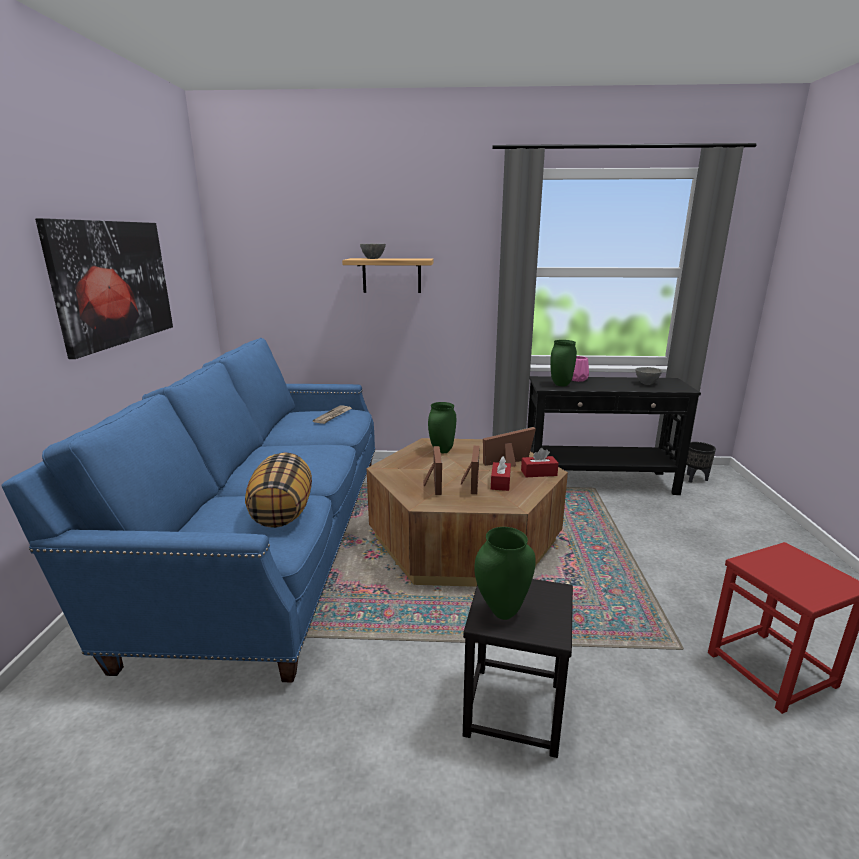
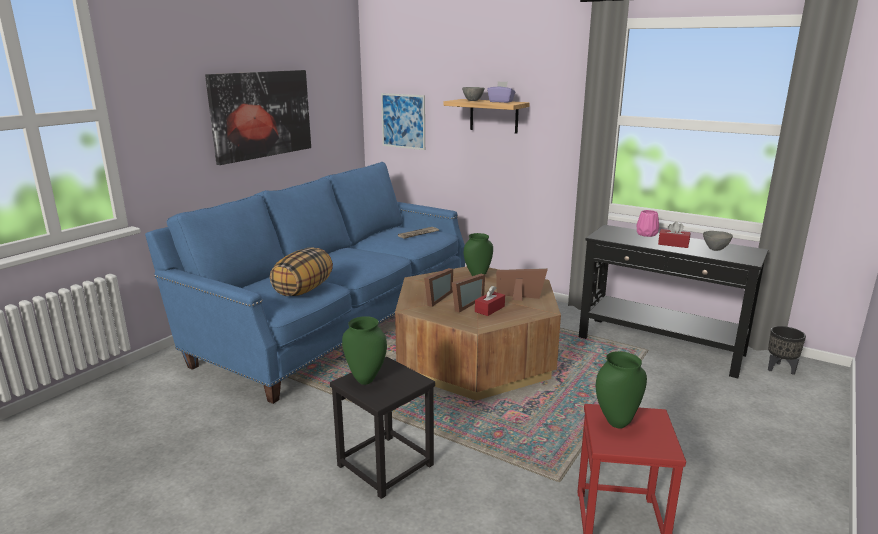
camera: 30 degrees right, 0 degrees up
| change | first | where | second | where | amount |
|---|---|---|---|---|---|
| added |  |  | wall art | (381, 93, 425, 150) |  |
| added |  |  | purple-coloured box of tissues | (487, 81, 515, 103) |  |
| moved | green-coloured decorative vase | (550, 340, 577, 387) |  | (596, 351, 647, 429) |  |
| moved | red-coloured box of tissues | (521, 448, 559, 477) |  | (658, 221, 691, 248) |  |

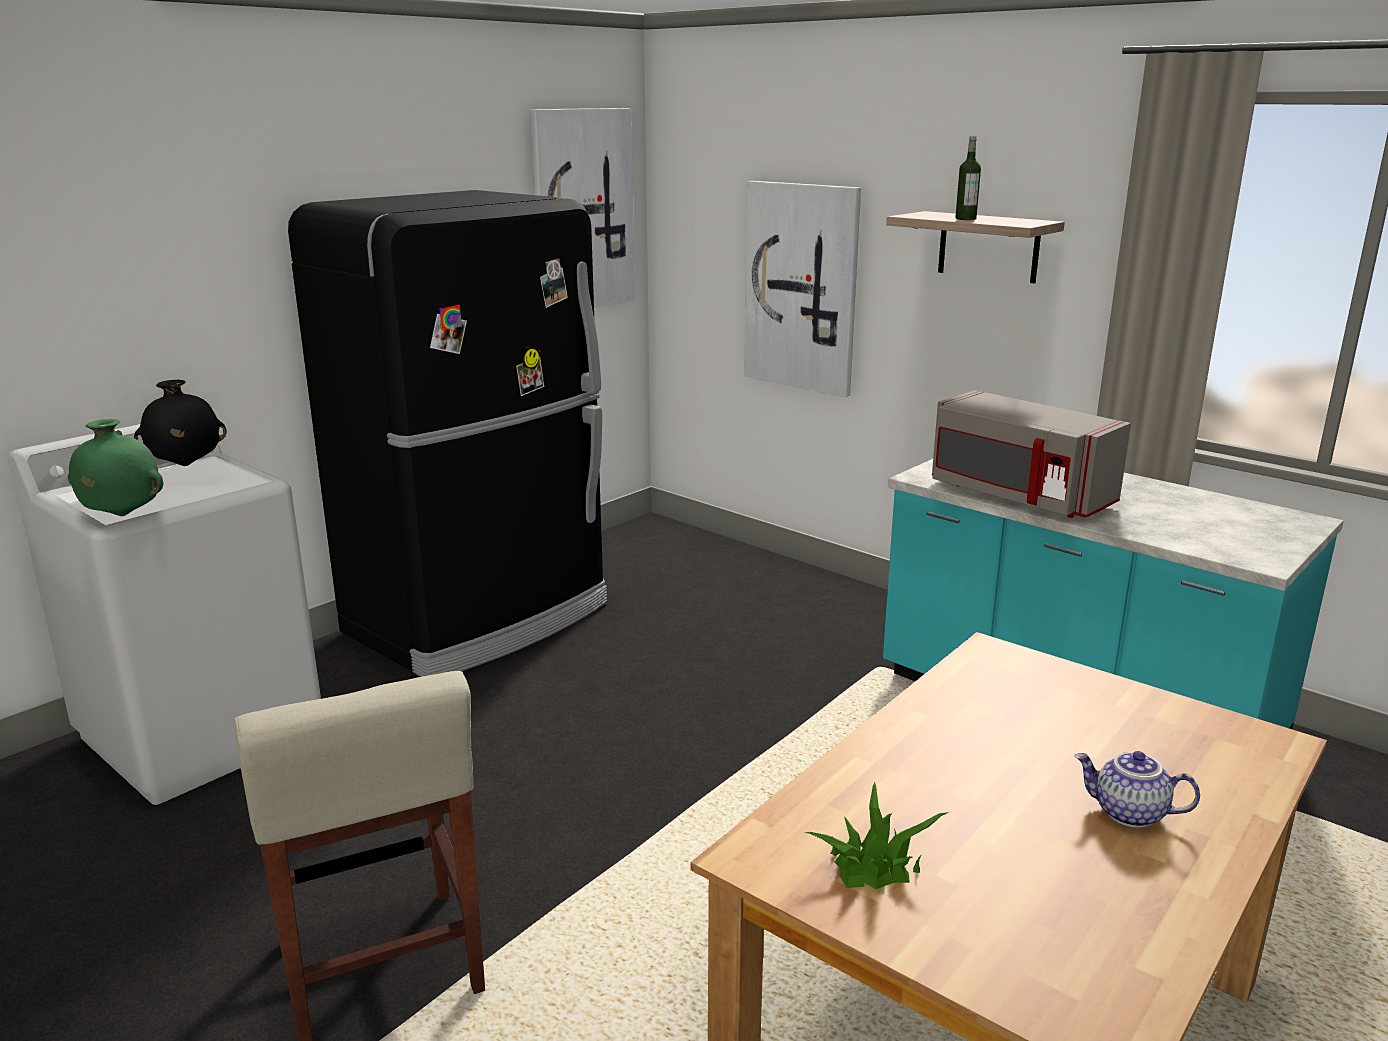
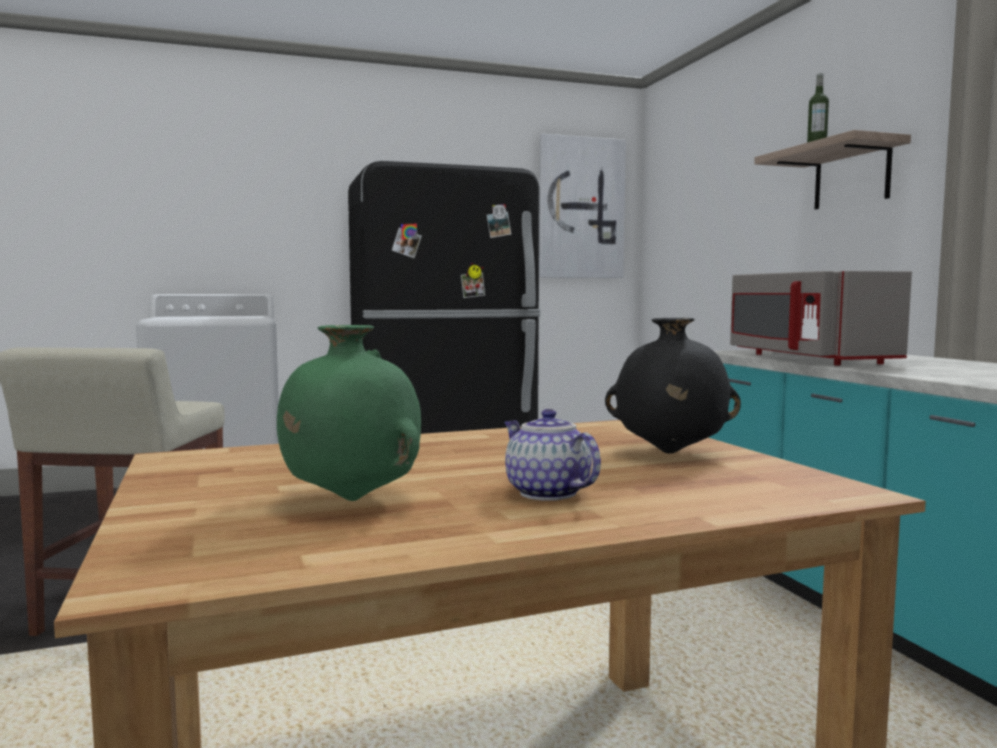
camera: 30 degrees right, 15 degrees down
| change | first | where | second | where | amount |
|---|---|---|---|---|---|
| moved | green-coloured decorative vase | (68, 419, 163, 516) |  | (277, 325, 421, 501) |  |
| moved | black decorative vase | (134, 380, 226, 466) |  | (605, 318, 741, 454) |  |
| removed | wall art | (744, 181, 861, 397) |  |  |  |
| removed | houseplant | (805, 782, 949, 889) |  |  |  |

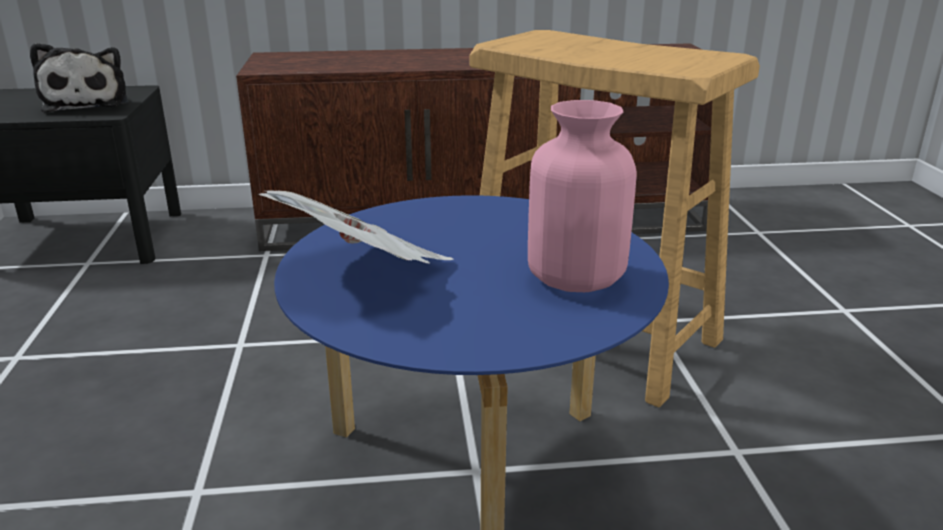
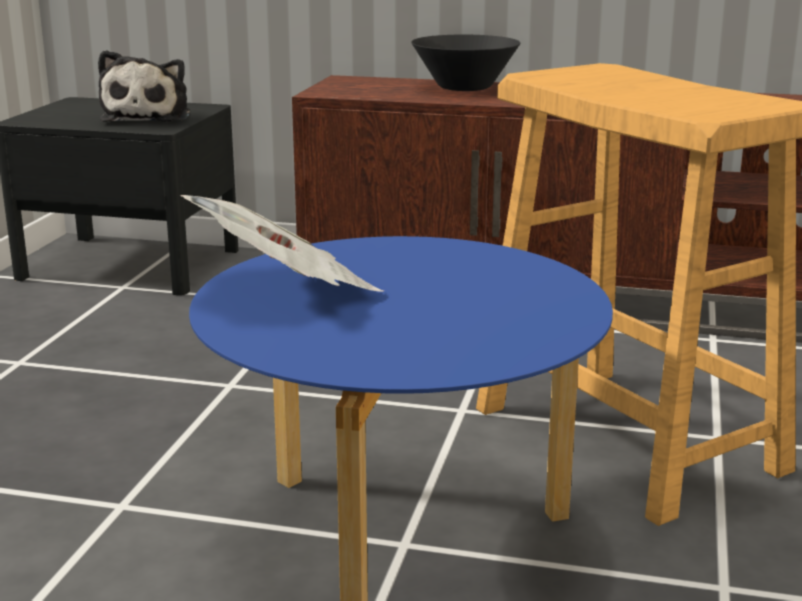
camera: 20 degrees right, 5 degrees down
| change | first | where | second | where | amount |
|---|---|---|---|---|---|
| added |  |  | black deep dish | (411, 35, 521, 91) |  |
| removed | pinkish decorative vase | (528, 100, 637, 292) |  |  |  |

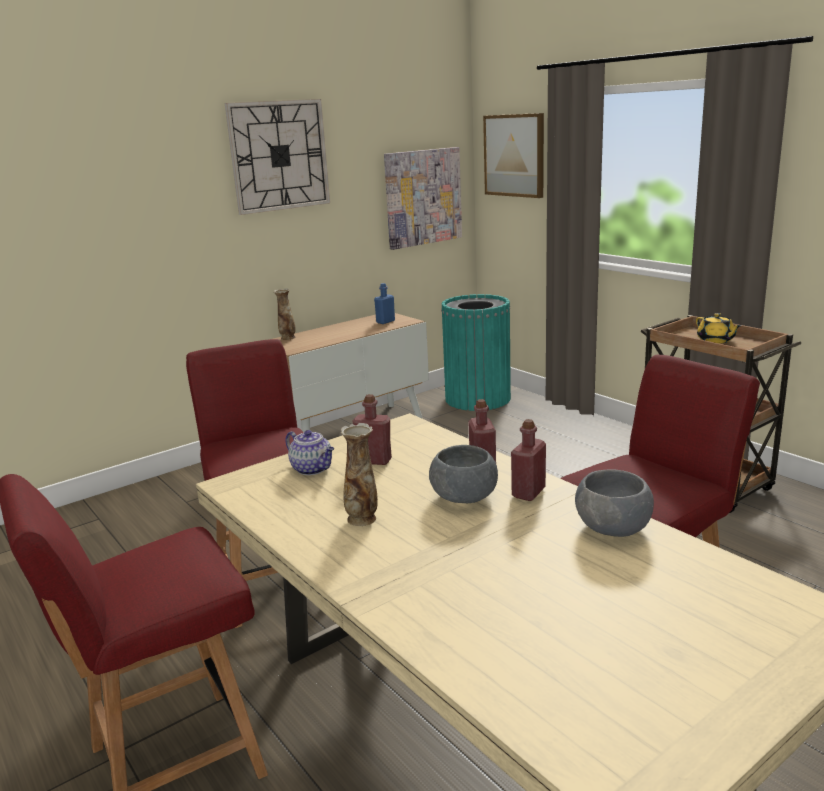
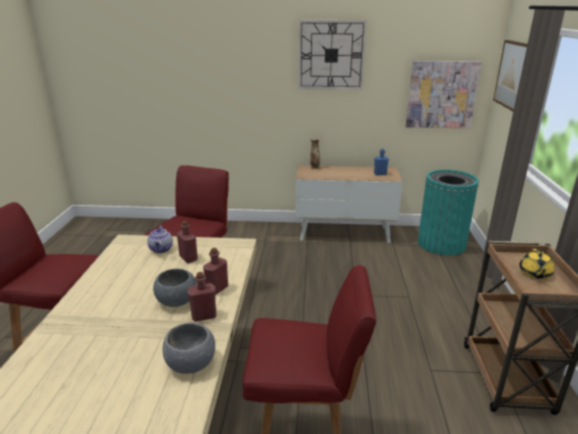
camera: 40 degrees right, 5 degrees up
| change | first | where | second | where | amount |
|---|---|---|---|---|---|
| removed | decorative vase | (341, 423, 378, 526) |  |  |  |

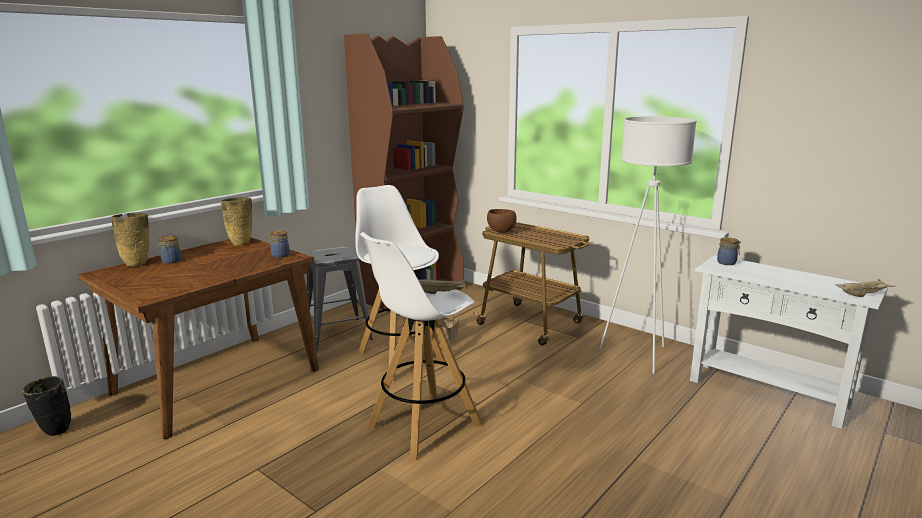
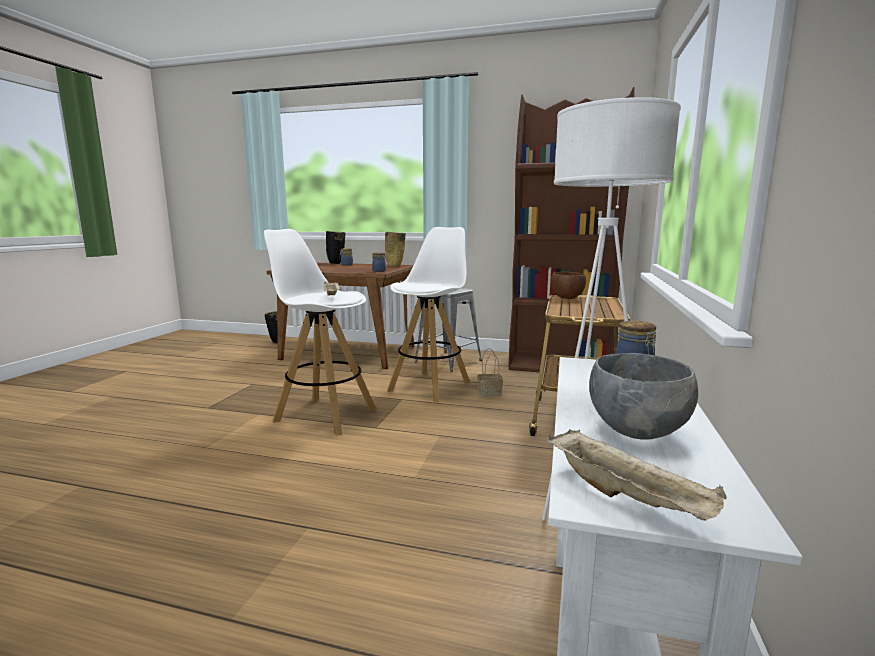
camera: 65 degrees right, 5 degrees down
| change | first | where | second | where | amount |
|---|---|---|---|---|---|
| recoloured | beige decorative vase | (112, 212, 149, 267) | black decorative vase | (326, 231, 346, 264) |  |
| added |  |  | gray deep dish | (589, 353, 698, 440) |  |

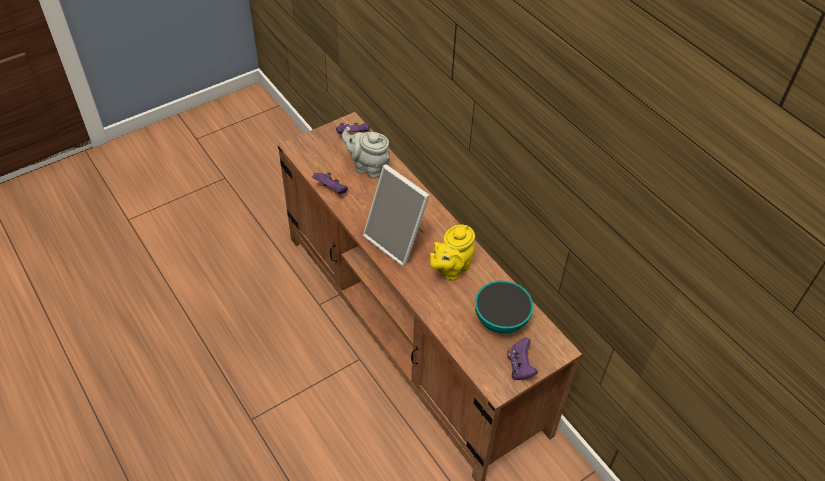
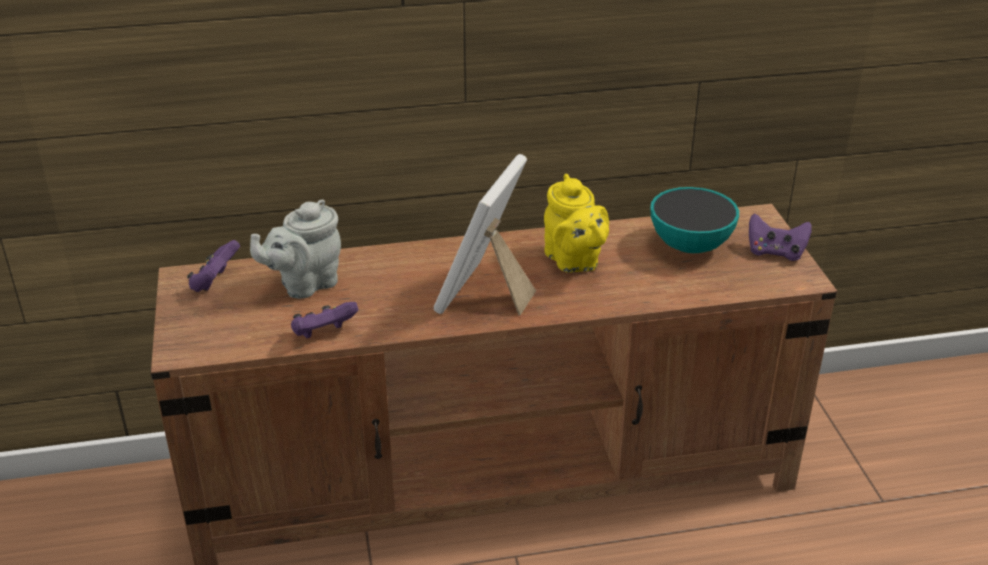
camera: 65 degrees left, 15 degrees down
| change | first | where | second | where | amount |
|---|---|---|---|---|---|
| turned | photo frame | (363, 165, 430, 267) |  | (434, 154, 536, 316) | 135 degrees clockwise |

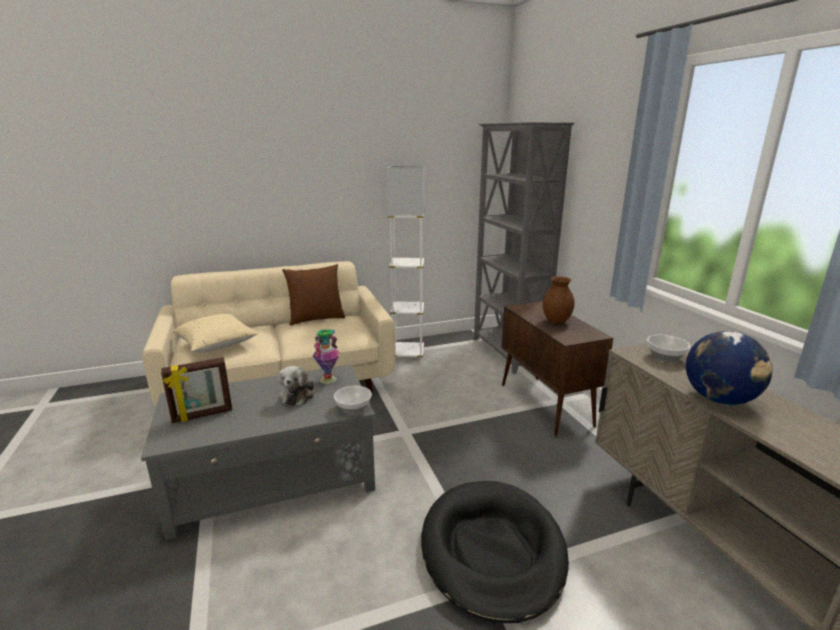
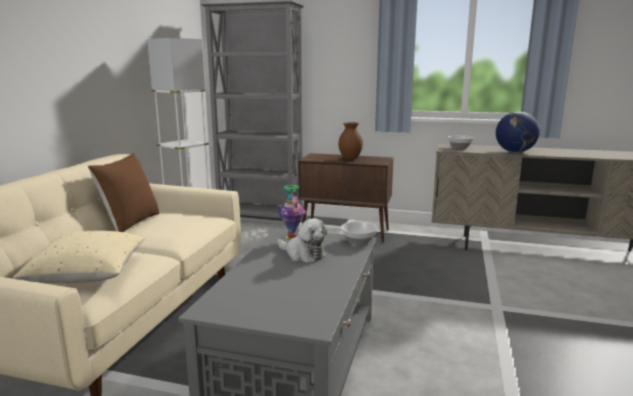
camera: 55 degrees left, 5 degrees down
| change | first | where | second | where | amount |
|---|---|---|---|---|---|
| removed | photo frame | (161, 357, 232, 423) |  |  |  |
| removed | black dog cushion | (421, 481, 569, 624) |  |  |  |

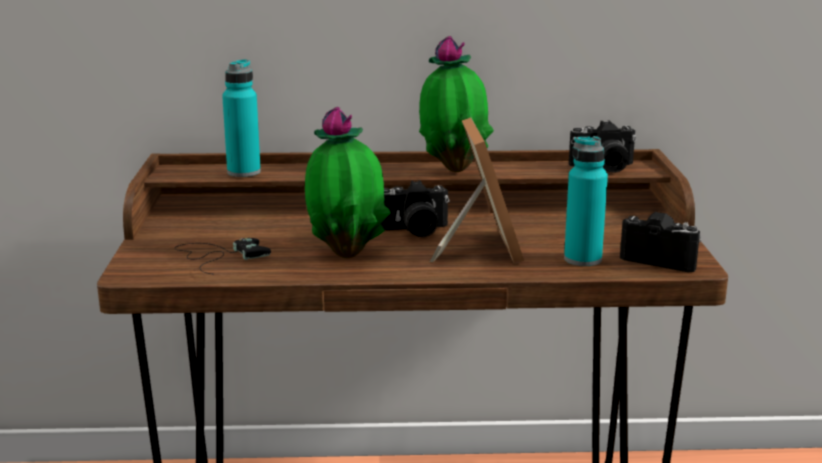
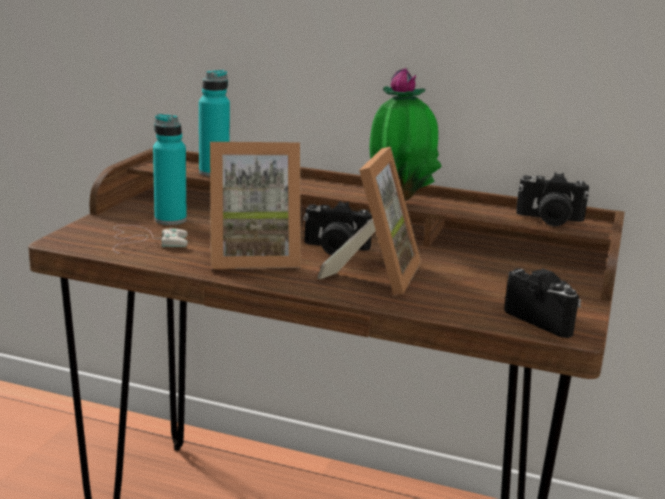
camera: 20 degrees right, 0 degrees up
| change | first | where | second | where | amount |
|---|---|---|---|---|---|
| recoloured | black joypad | (175, 238, 271, 275) | white joypad | (113, 225, 188, 254) |  |
| moved | turquoise-coloured bottle | (564, 136, 608, 266) |  | (153, 114, 187, 225) |  |
| replaced | houseplant | (305, 107, 391, 258) | photo frame | (210, 142, 301, 269) |  |

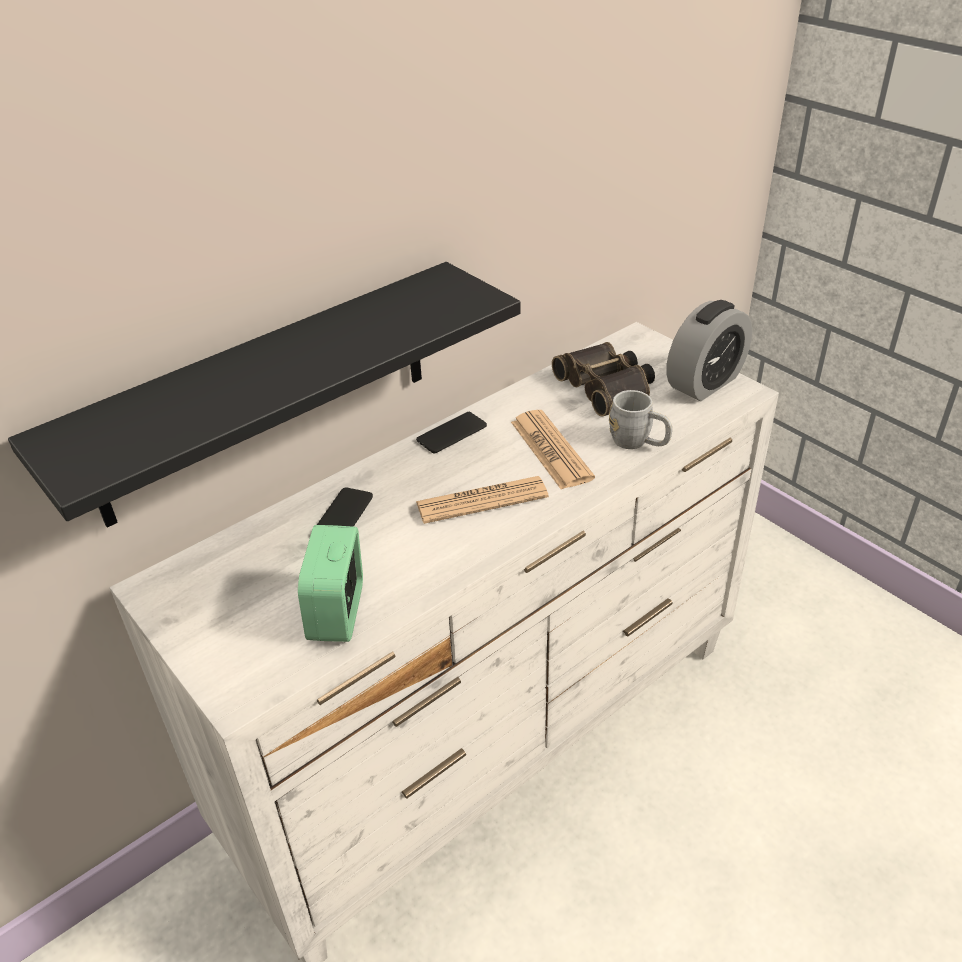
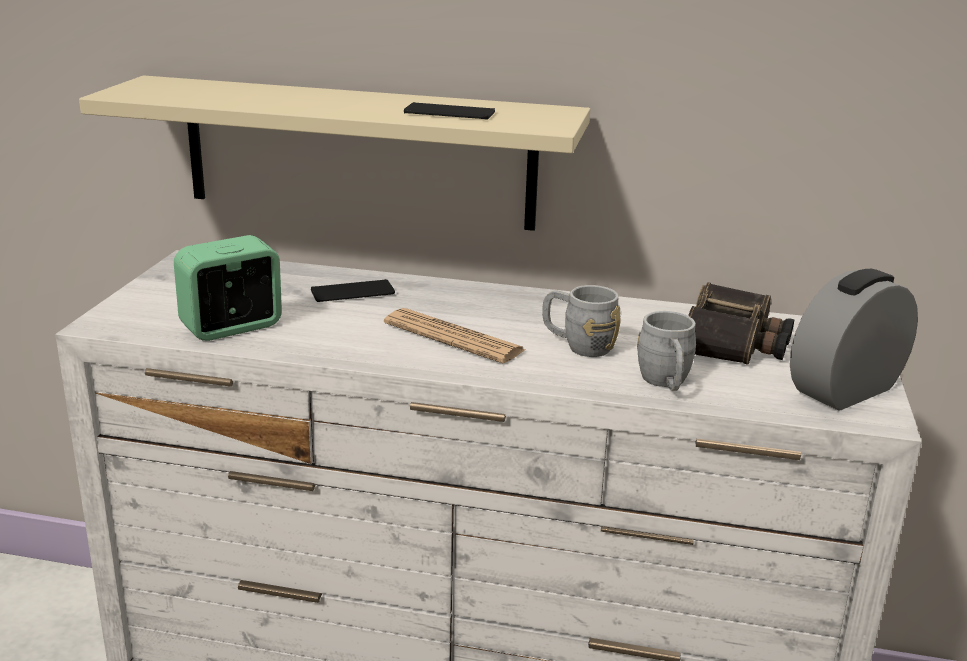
camera: 50 degrees right, 15 degrees down
| change | first | where | second | where | amount |
|---|---|---|---|---|---|
| recoloured | black wall shelf | (8, 262, 521, 527) | beige wall shelf | (79, 75, 590, 231) |  |
| moved | phone | (416, 412, 487, 454) |  | (404, 102, 495, 120) |  |
| replaced | daily paper | (511, 410, 595, 490) | gray mug | (542, 285, 620, 357) |  |
| turned | bedside clock | (666, 300, 752, 401) |  | (790, 269, 918, 411) | 135 degrees clockwise |

